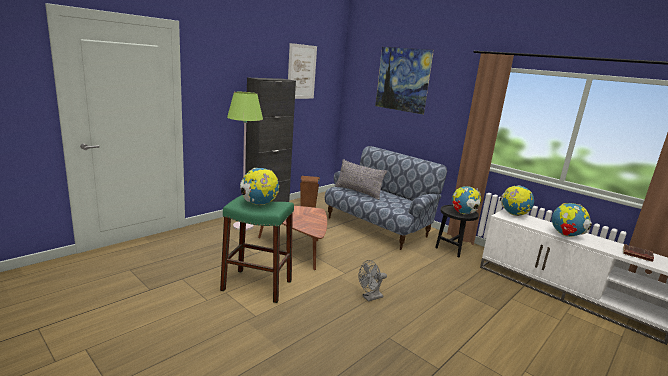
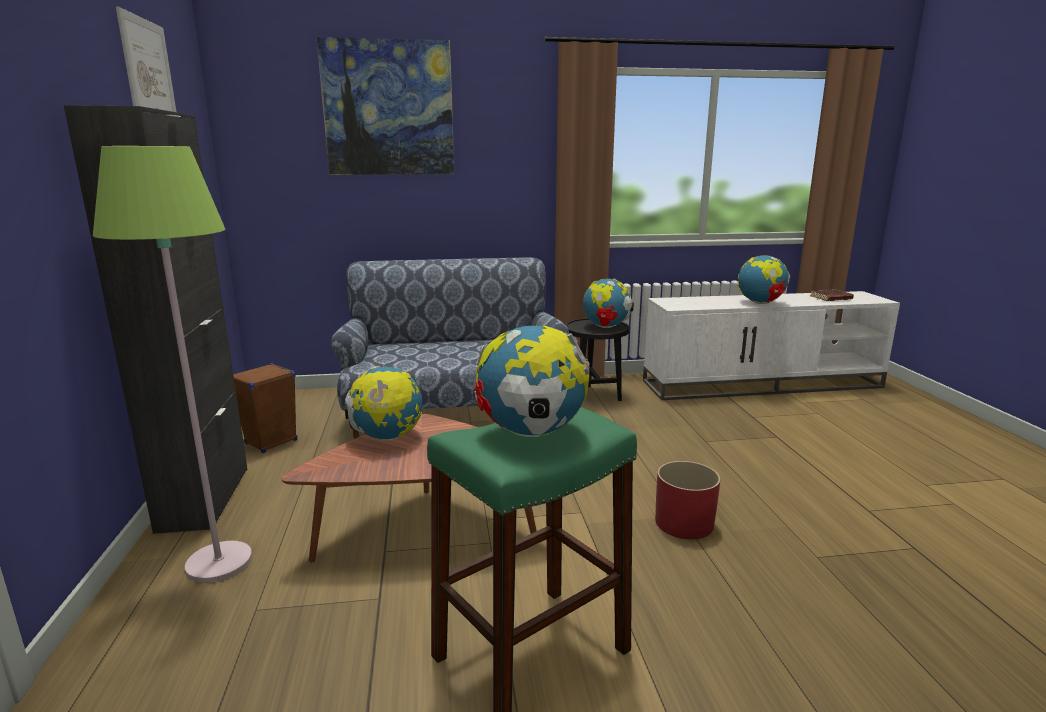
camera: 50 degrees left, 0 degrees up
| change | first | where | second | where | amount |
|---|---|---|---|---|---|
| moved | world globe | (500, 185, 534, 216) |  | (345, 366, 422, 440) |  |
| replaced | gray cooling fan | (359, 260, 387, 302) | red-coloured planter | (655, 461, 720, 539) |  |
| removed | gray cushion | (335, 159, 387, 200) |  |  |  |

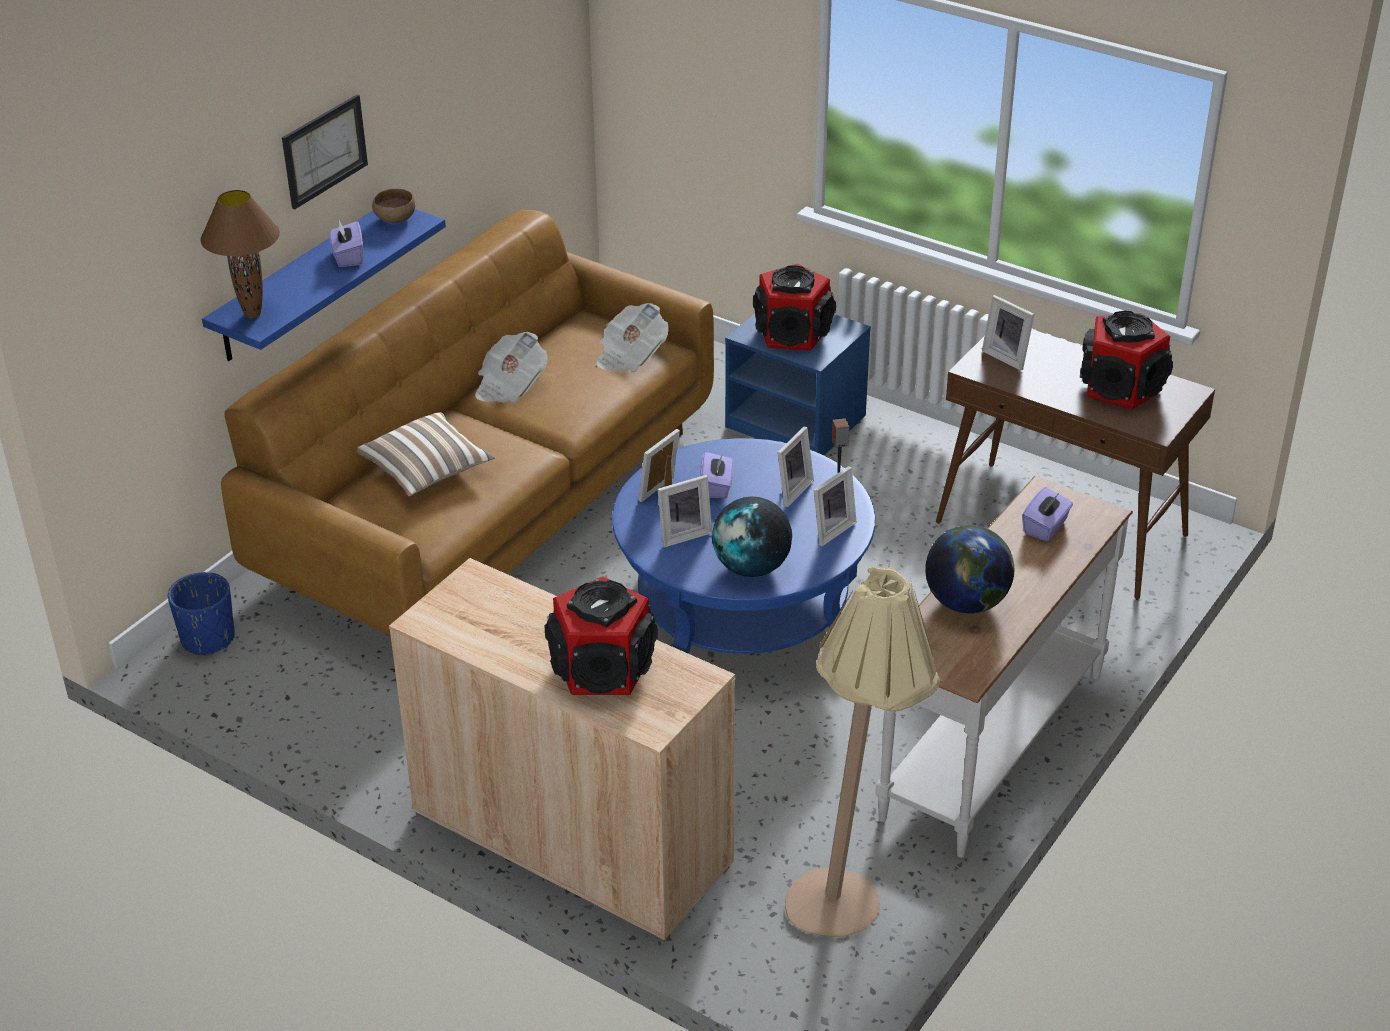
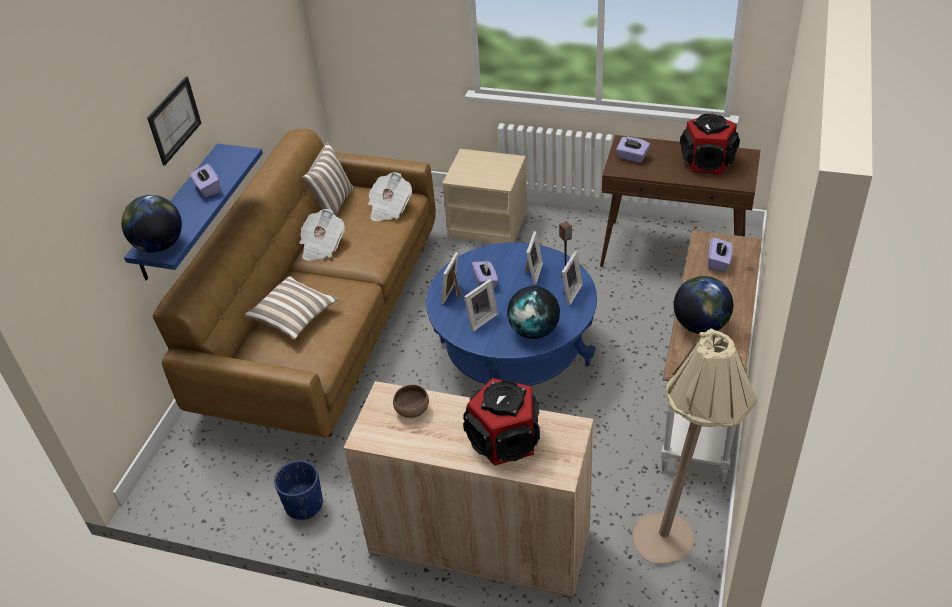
camera: 15 degrees left, 5 degrees up
| change | first | where | second | where | amount |
|---|---|---|---|---|---|
| replaced | brownish table lamp | (200, 190, 280, 318) | world globe | (121, 195, 182, 253) |  |
| moved | blue-coloured planter | (168, 572, 235, 656) |  | (274, 460, 323, 520) |  |
| added |  |  | cushion | (302, 142, 354, 216) |  |
| moved | brownish deep dish | (372, 189, 415, 223) |  | (393, 385, 429, 418) |  |
| recoloured | blue-coloured night table | (725, 313, 871, 455) | beige night table | (442, 149, 527, 244) |  |
| replaced | photo frame | (982, 295, 1034, 370) | purple-coloured box of tissues | (616, 137, 650, 163) |  |
| removed | loudspeaker | (753, 264, 836, 351) |  |  |  |

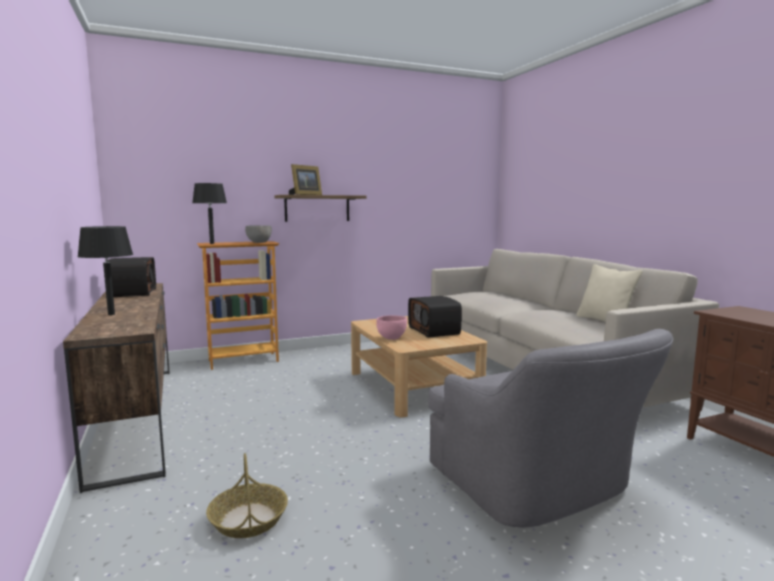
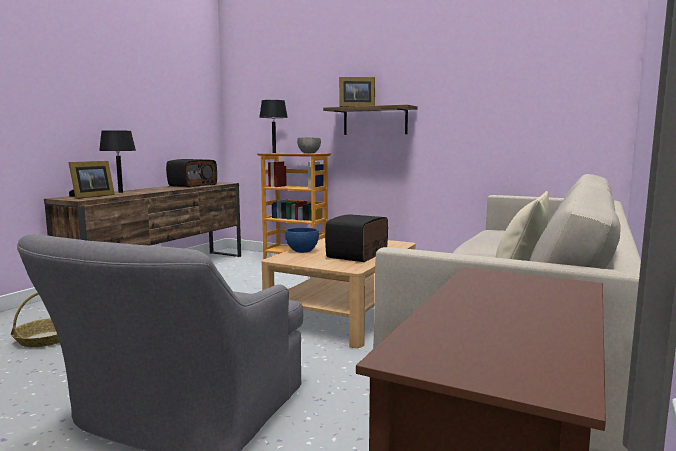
camera: 50 degrees right, 0 degrees up
| change | first | where | second | where | amount |
|---|---|---|---|---|---|
| added |  |  | photo frame | (68, 161, 115, 199) |  |
| recoloured | pinkish deep dish | (376, 315, 407, 340) | blue-coloured deep dish | (285, 228, 319, 253) |  |

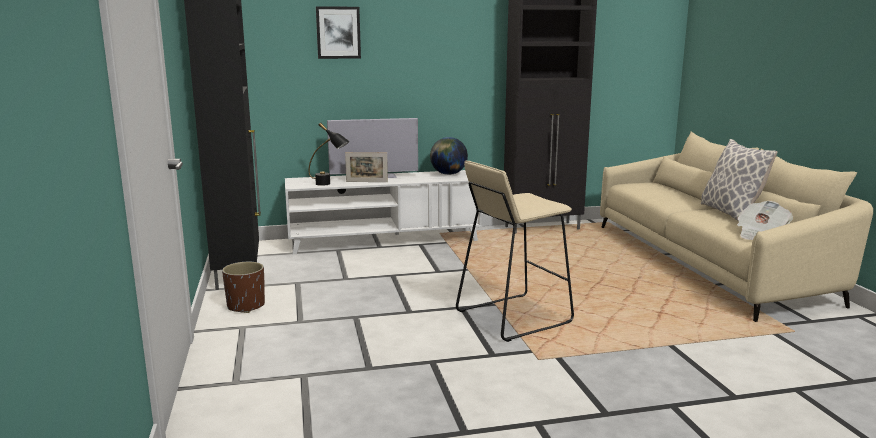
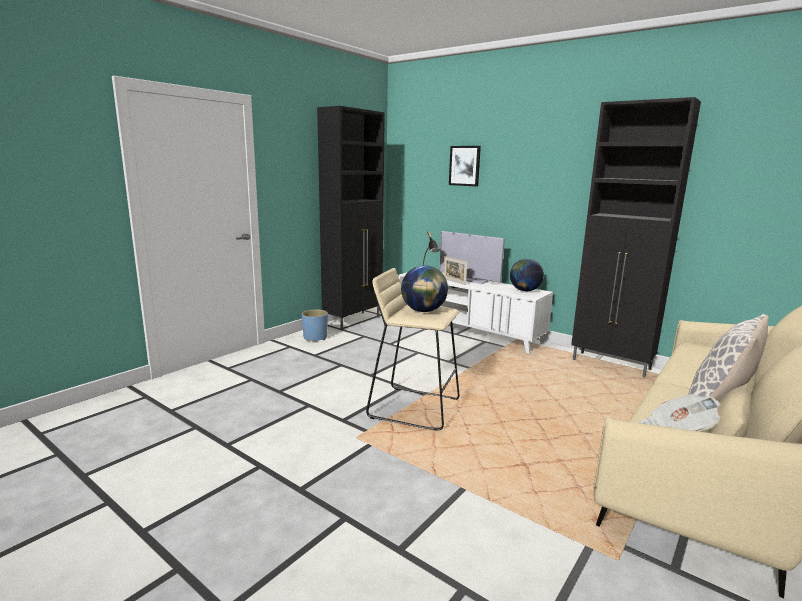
camera: 50 degrees right, 0 degrees up
| change | first | where | second | where | amount |
|---|---|---|---|---|---|
| recoloured | brownish planter | (222, 262, 265, 313) | blue-coloured planter | (302, 309, 328, 341) |  |
| added |  |  | world globe | (401, 265, 448, 312) |  |

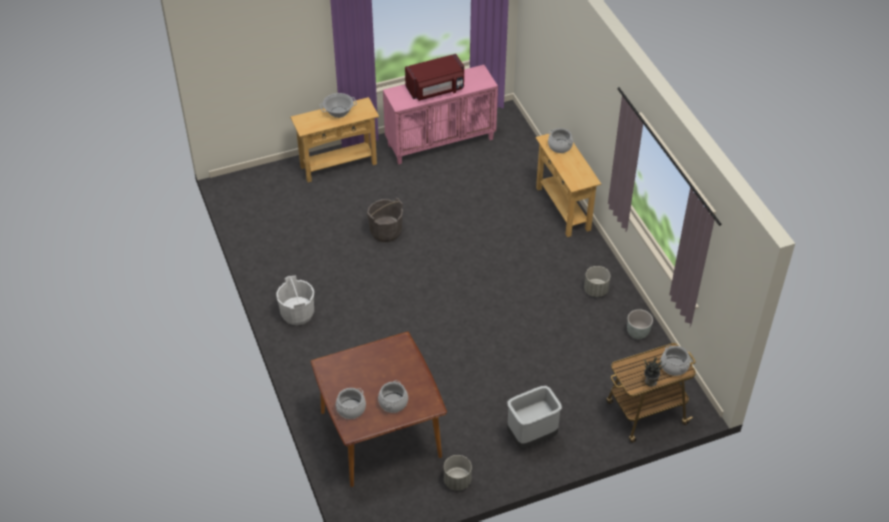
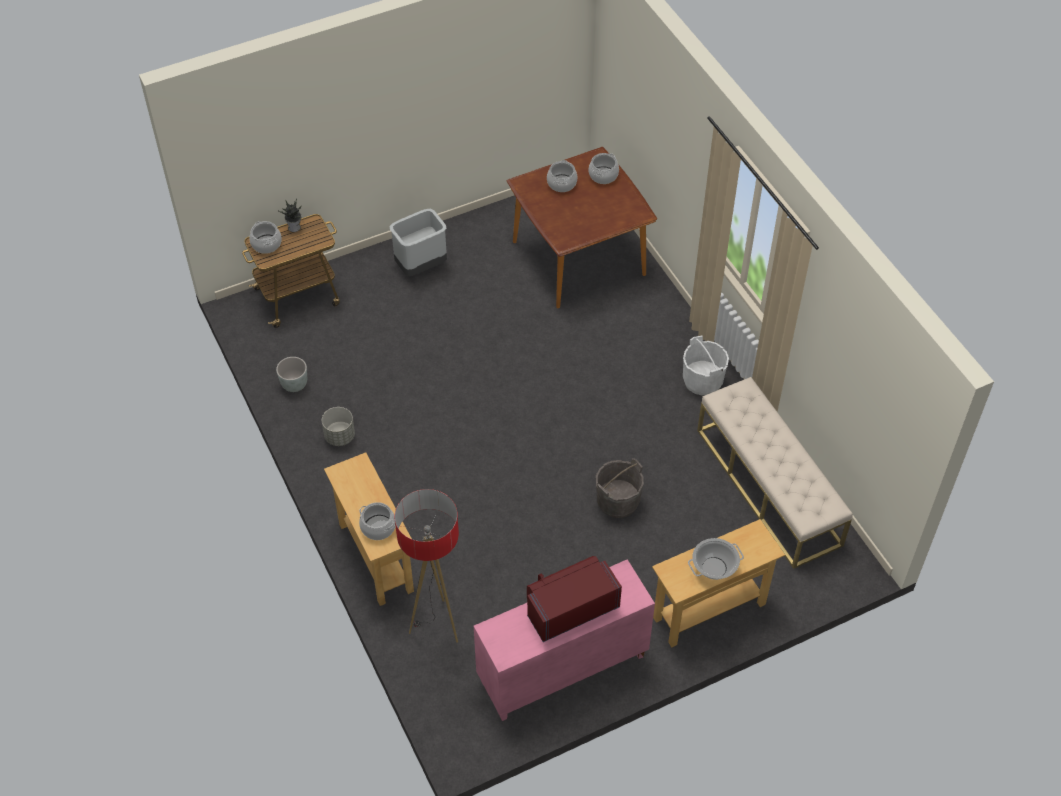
camera: 175 degrees right, 5 degrees up
| change | first | where | second | where | amount |
|---|---|---|---|---|---|
| added |  |  | standing lamp | (395, 489, 459, 643) |  |
| added |  |  | beige indoor bench | (697, 377, 853, 569) |  |
| removed | gray planter | (444, 455, 472, 491) |  |  |  |

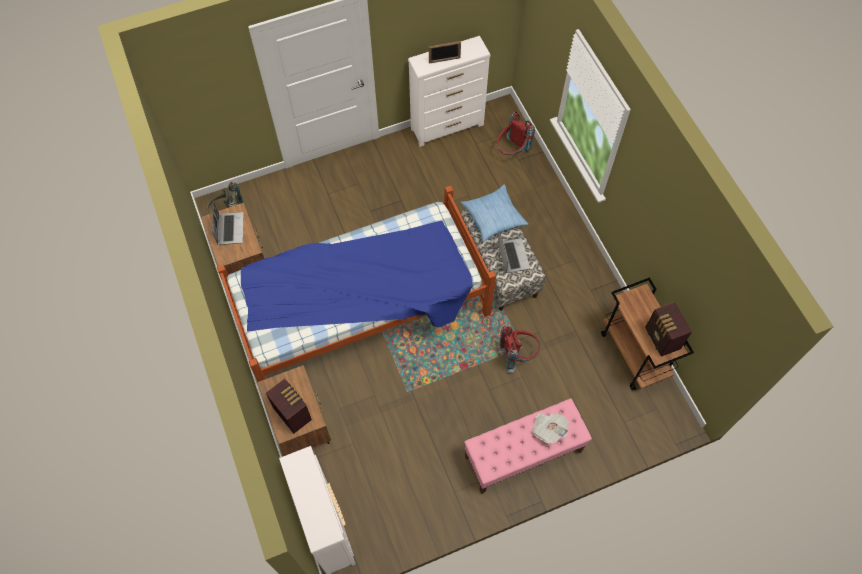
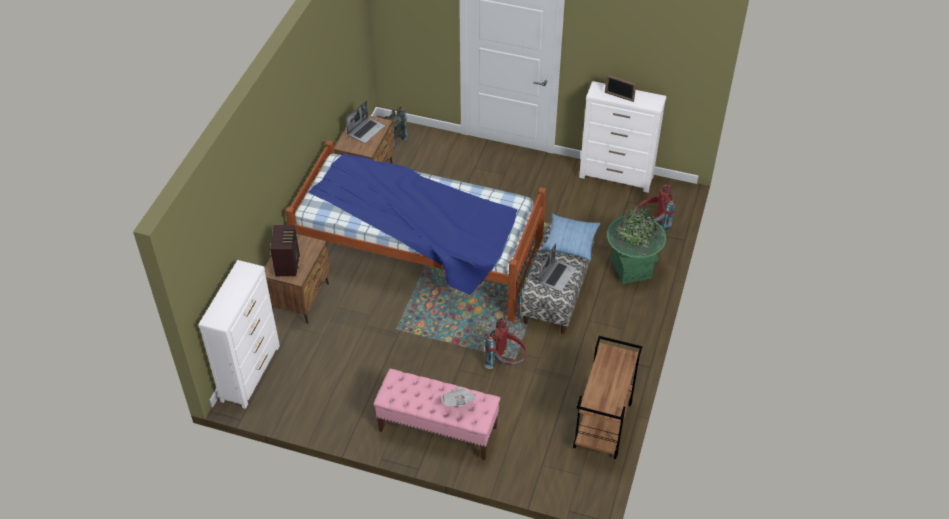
camera: 40 degrees right, 15 degrees down
| change | first | where | second | where | amount |
|---|---|---|---|---|---|
| added |  |  | green-coloured planter | (607, 205, 666, 284) |  |
| removed | radio set | (645, 302, 692, 357) |  |  |  |

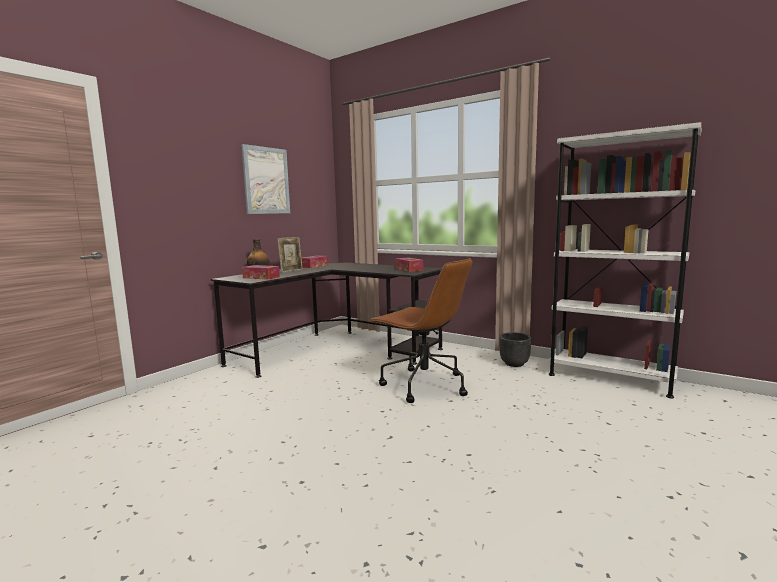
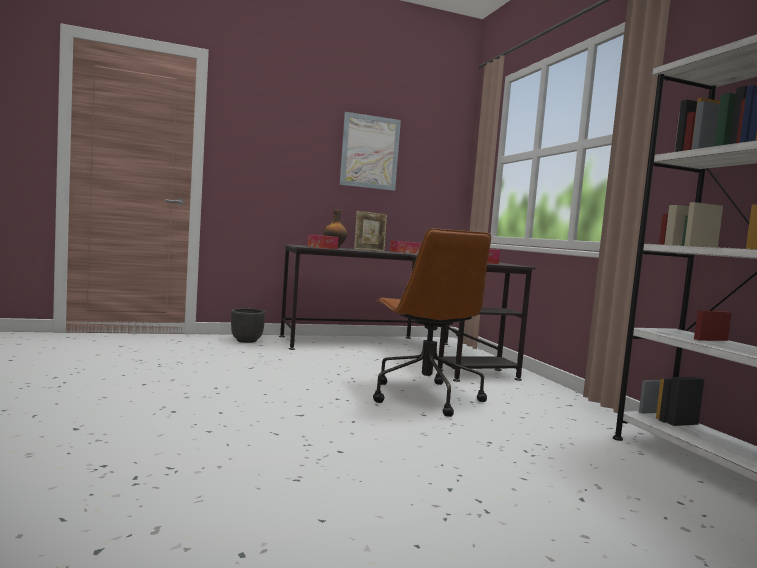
camera: 35 degrees right, 5 degrees down
| change | first | where | second | where | amount |
|---|---|---|---|---|---|
| moved | black planter | (499, 332, 532, 367) |  | (231, 308, 265, 343) |  |

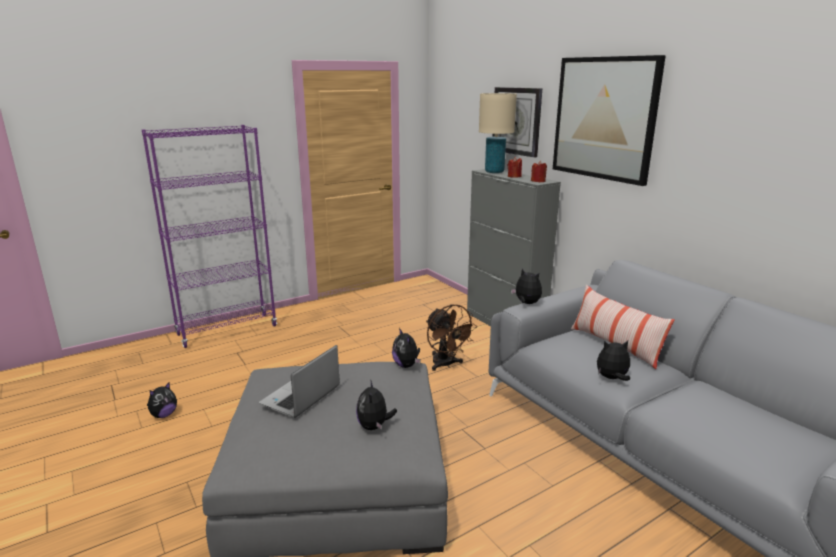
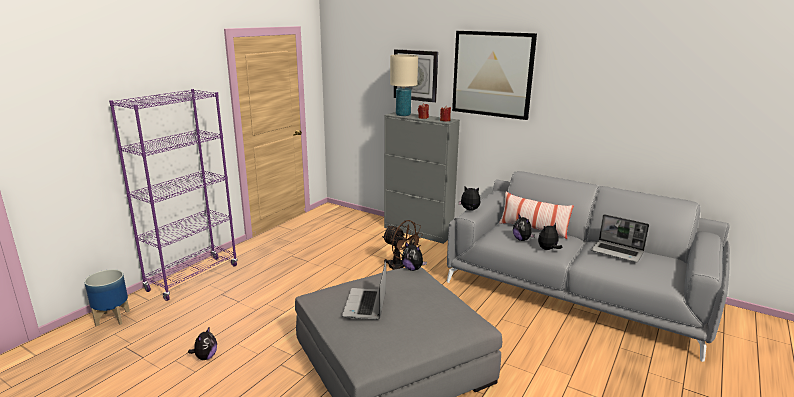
camera: 25 degrees left, 0 degrees up
| change | first | where | second | where | amount |
|---|---|---|---|---|---|
| added |  |  | planter | (84, 269, 130, 326) |  |
| moved | cuddly toy | (356, 379, 397, 430) |  | (513, 214, 535, 241) |  |
| added |  |  | laptop | (591, 214, 649, 262) |  |

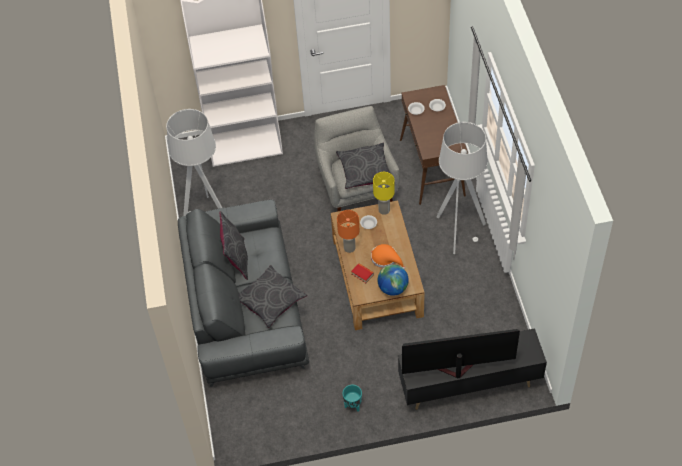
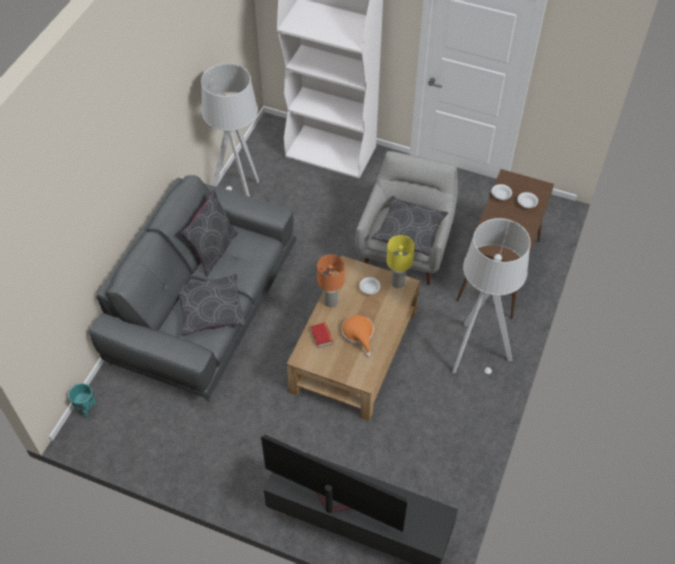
camera: 30 degrees right, 0 degrees up
| change | first | where | second | where | amount |
|---|---|---|---|---|---|
| moved | turquoise-coloured planter | (342, 385, 362, 411) |  | (69, 383, 96, 418) |  |
| removed | world globe | (378, 264, 409, 296) |  |  |  |

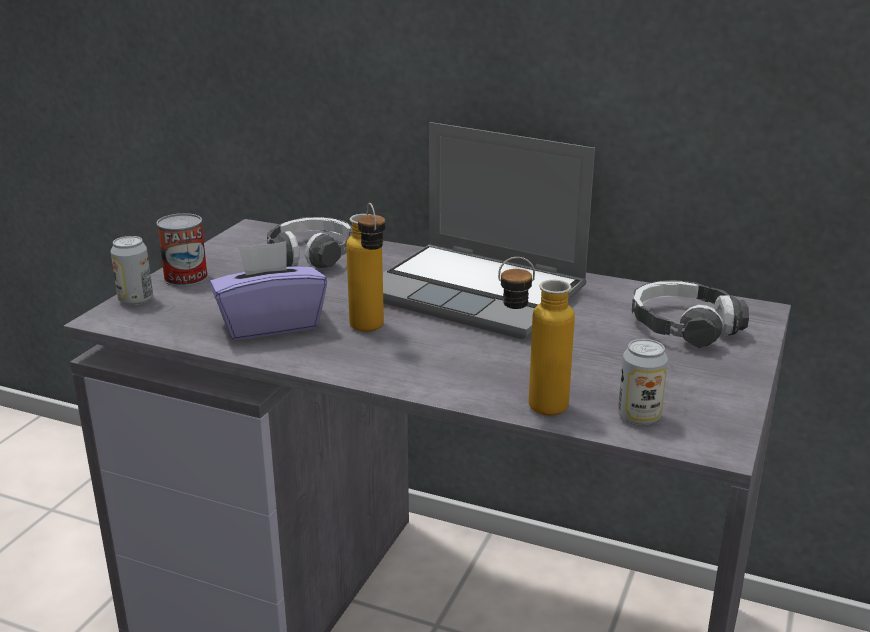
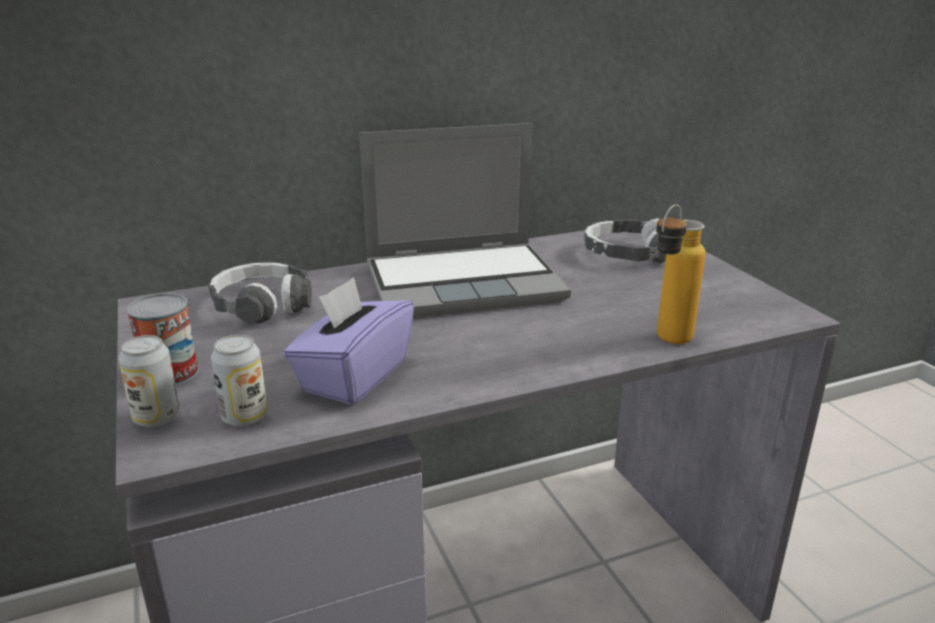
camera: 45 degrees left, 0 degrees up
| change | first | where | second | where | amount |
|---|---|---|---|---|---|
| moved | can | (618, 339, 668, 426) |  | (211, 335, 268, 427) |  |
| removed | bottle | (346, 203, 385, 332) |  |  |  |

